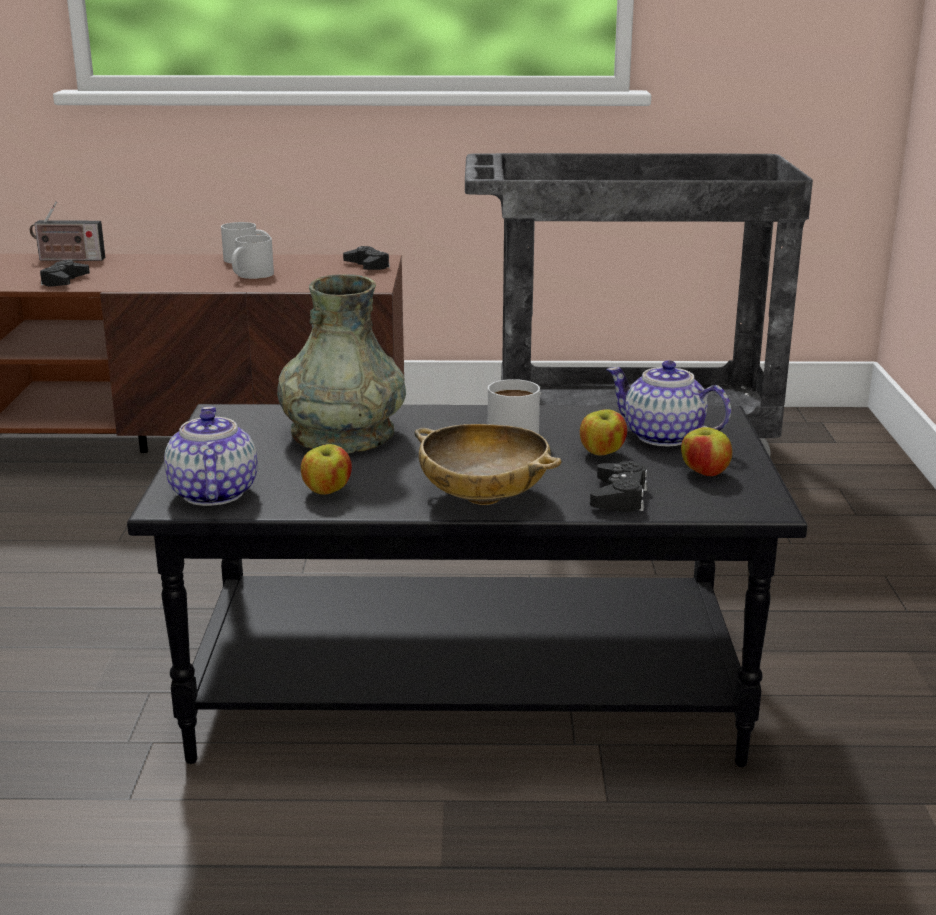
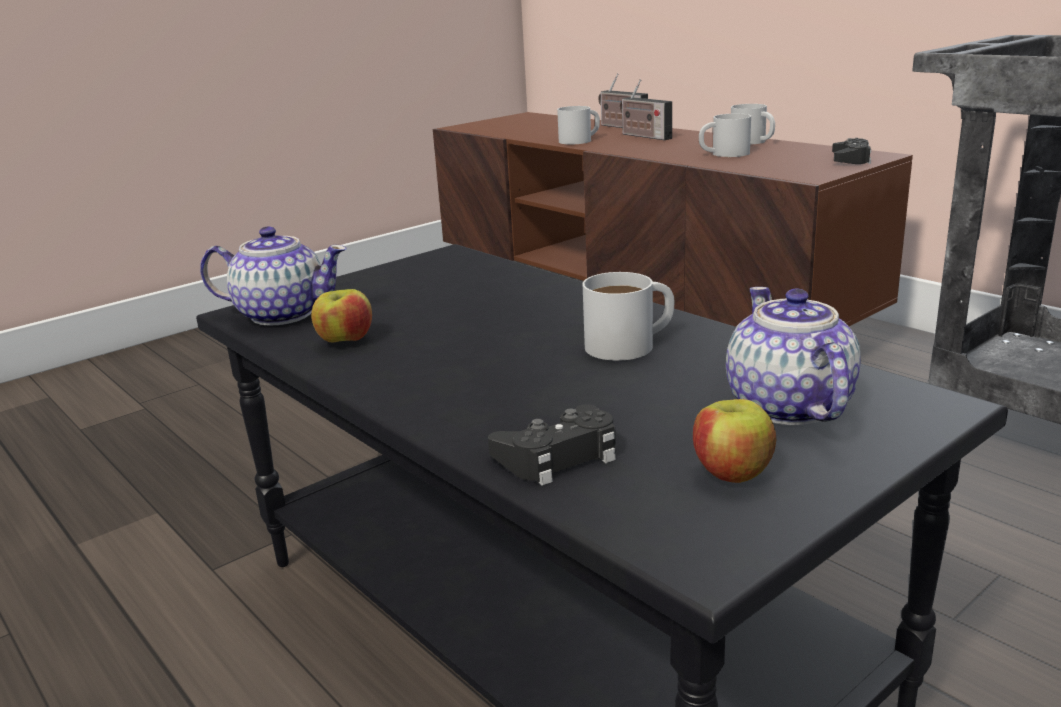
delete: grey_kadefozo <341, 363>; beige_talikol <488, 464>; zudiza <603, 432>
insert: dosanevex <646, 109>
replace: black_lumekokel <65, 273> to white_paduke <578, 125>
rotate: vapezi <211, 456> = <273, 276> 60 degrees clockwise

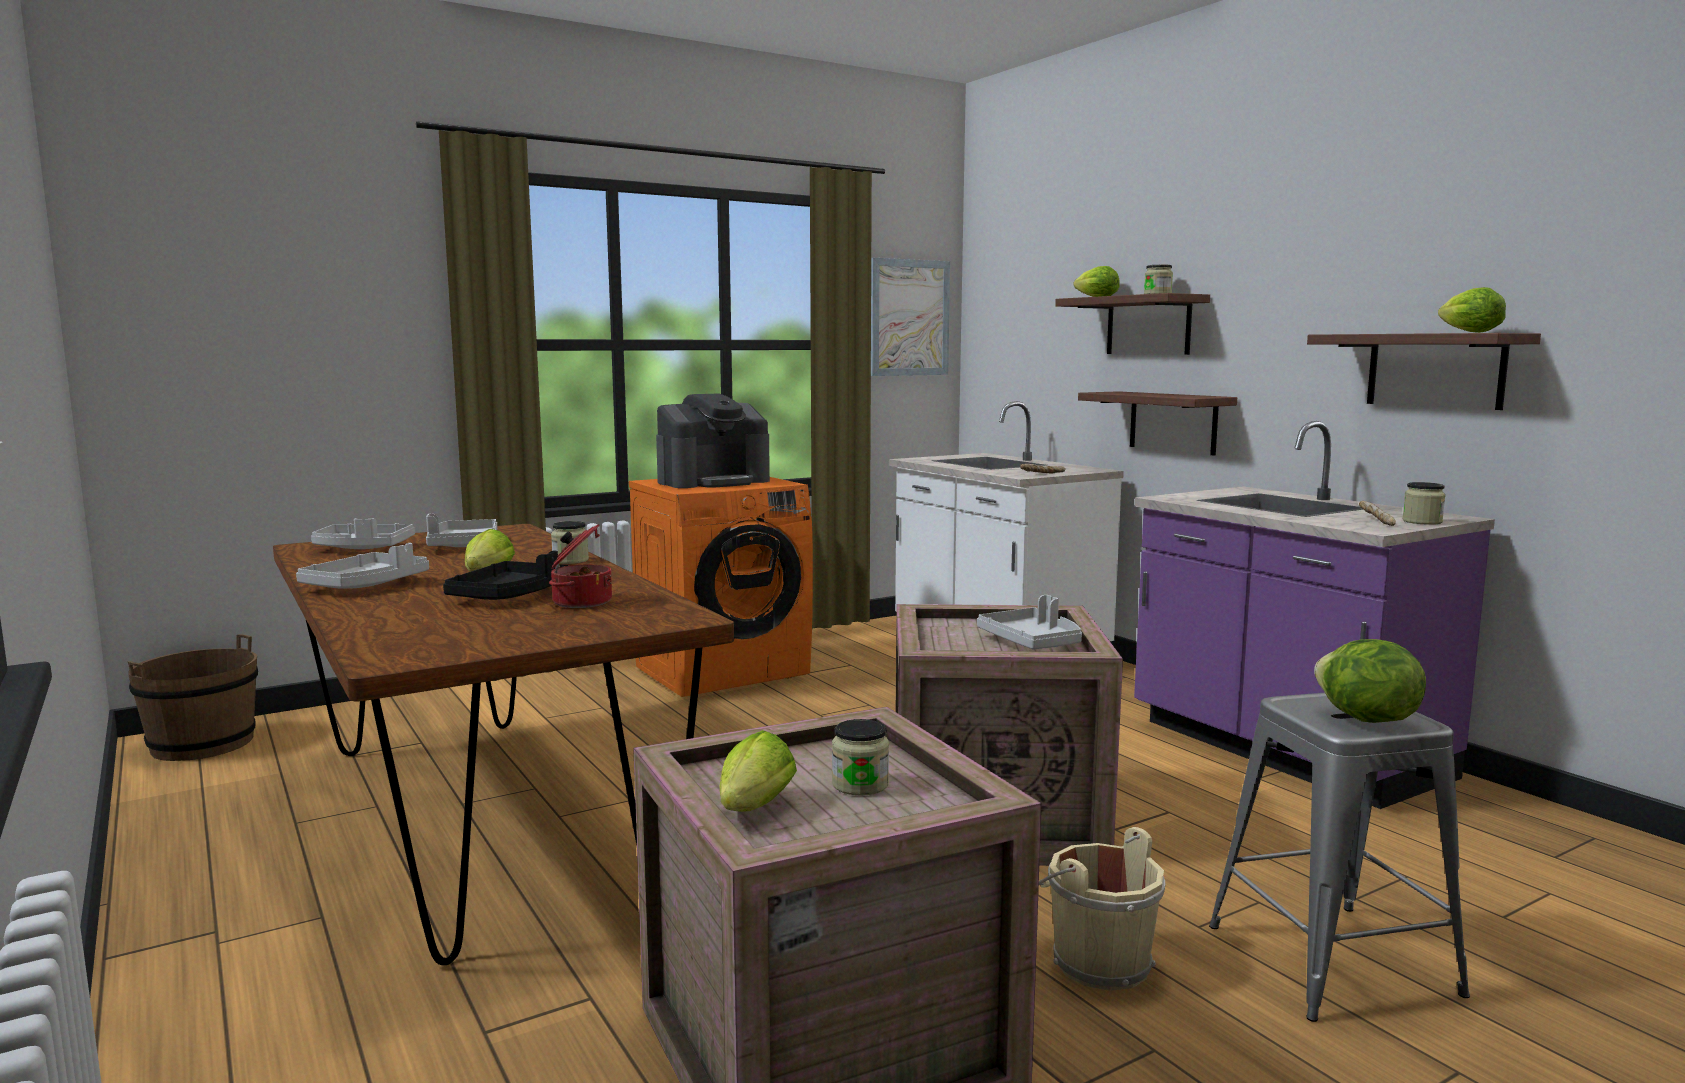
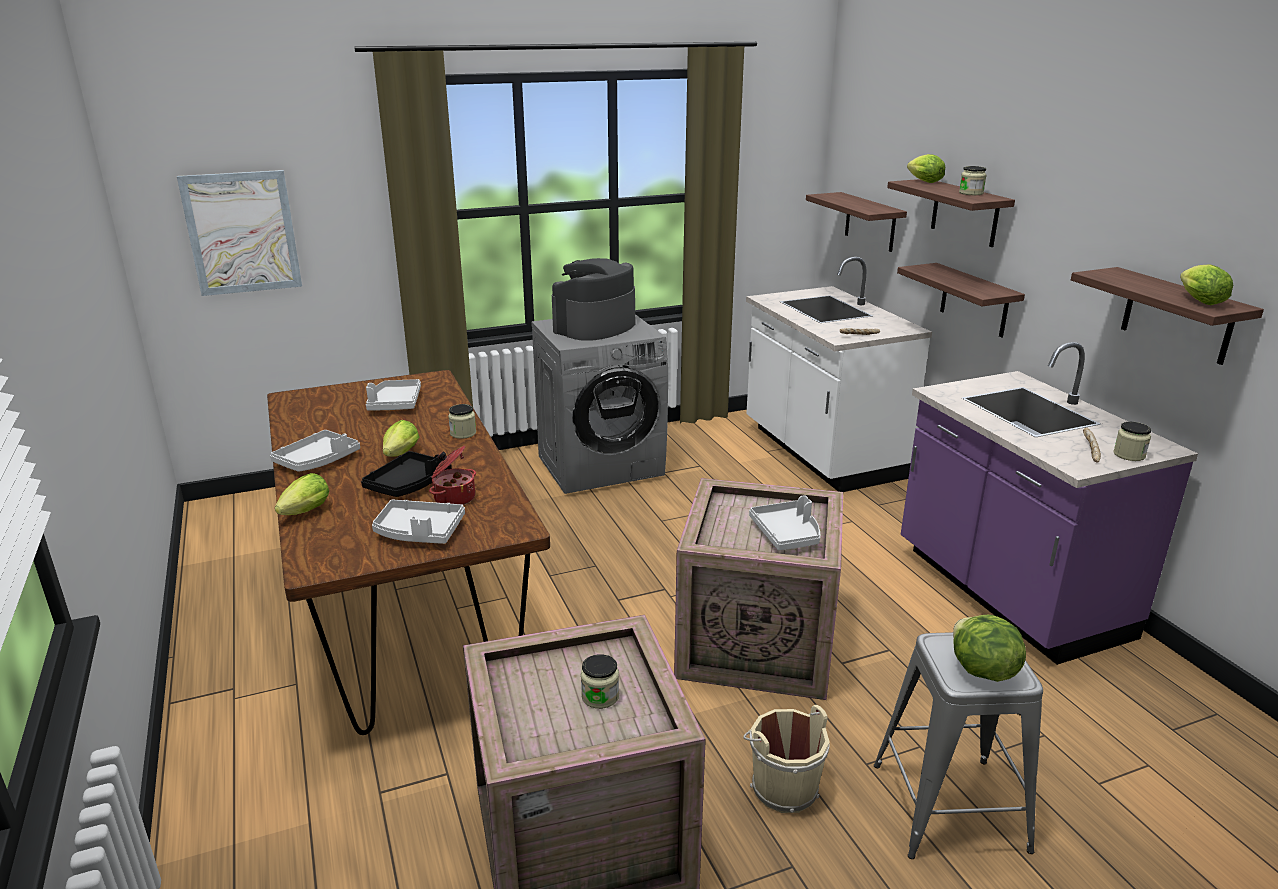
delete: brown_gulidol <193, 697>
insert: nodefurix <856, 222>
move: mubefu <910, 317> to <239, 233>; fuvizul <758, 771> to <302, 494>; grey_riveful <363, 533> to <418, 521>
recolor: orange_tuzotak <721, 587> to grey_tuzotak <599, 404>
rotate: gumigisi <713, 440> = <593, 299> 150 degrees clockwise

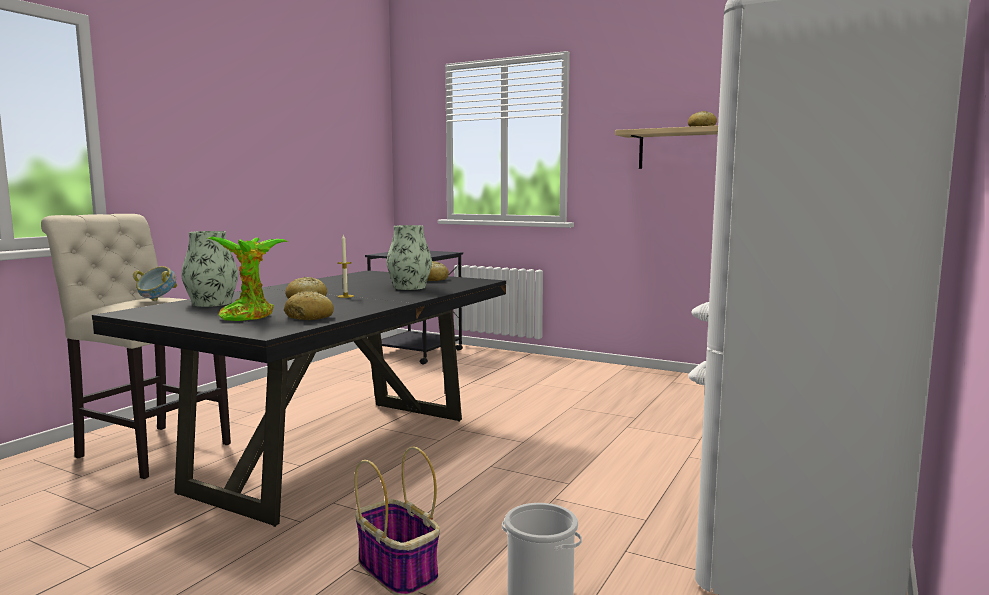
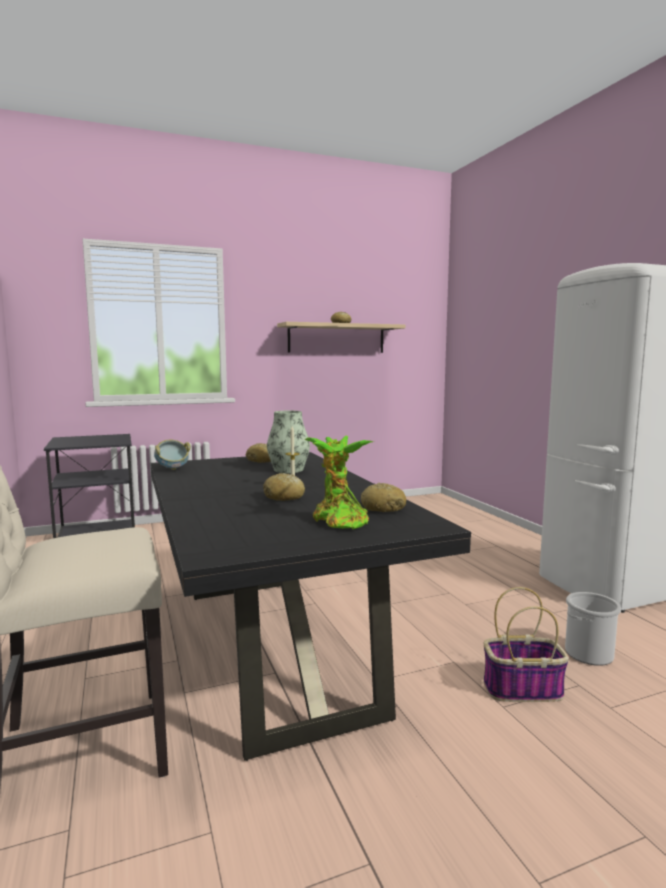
delete: kadefozo <209, 269>
move: talikol <155, 283> to <172, 454>

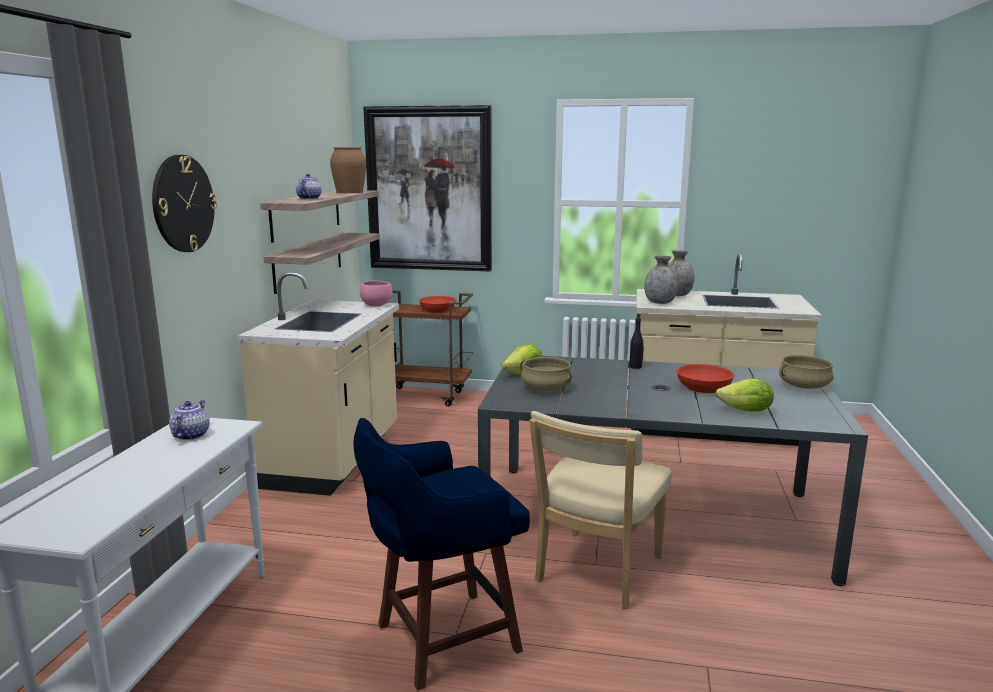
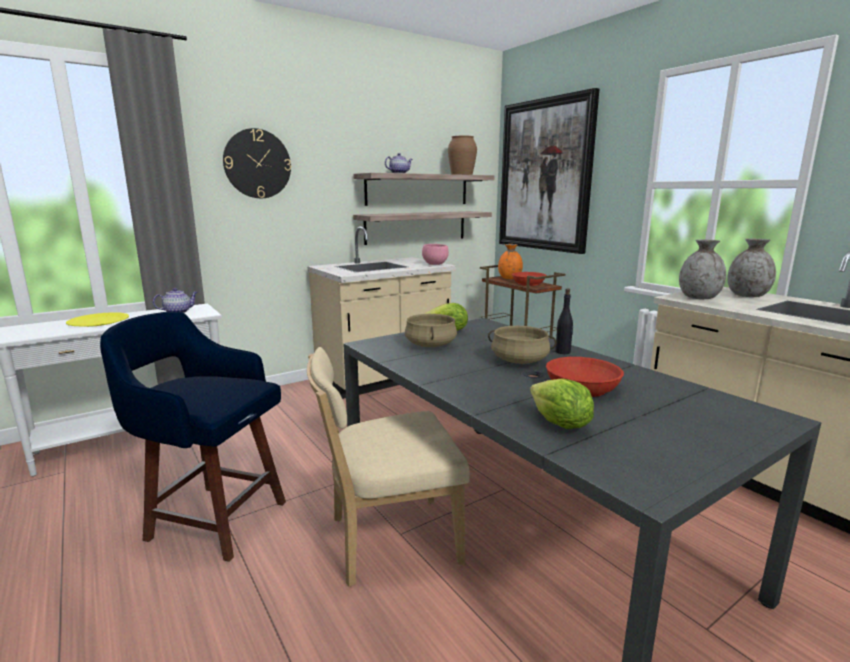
insert: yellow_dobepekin <97, 319>; orange_kadefozo <510, 261>
move: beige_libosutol <806, 372> to <522, 345>

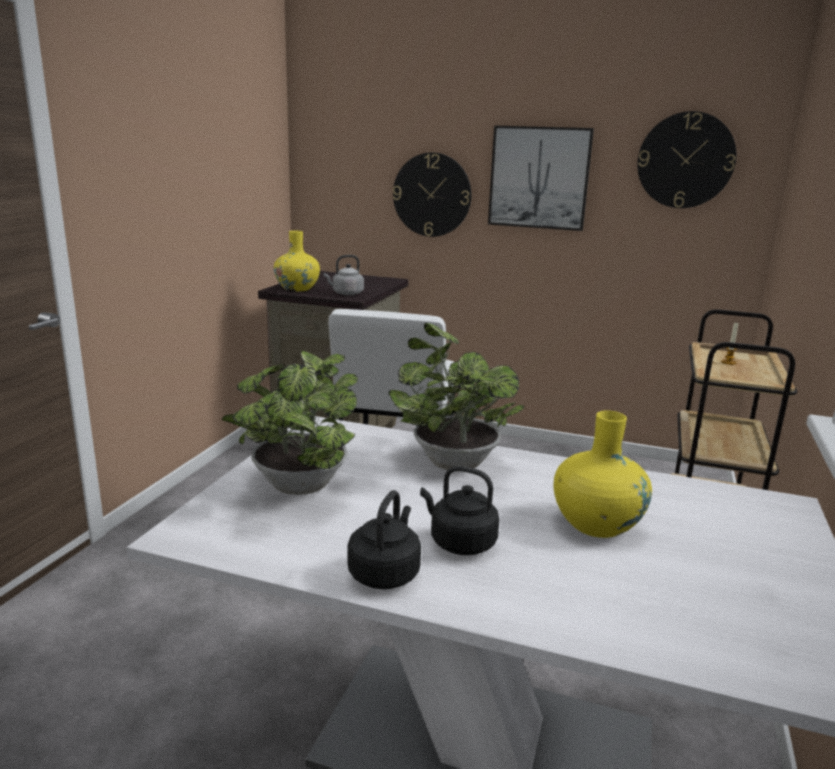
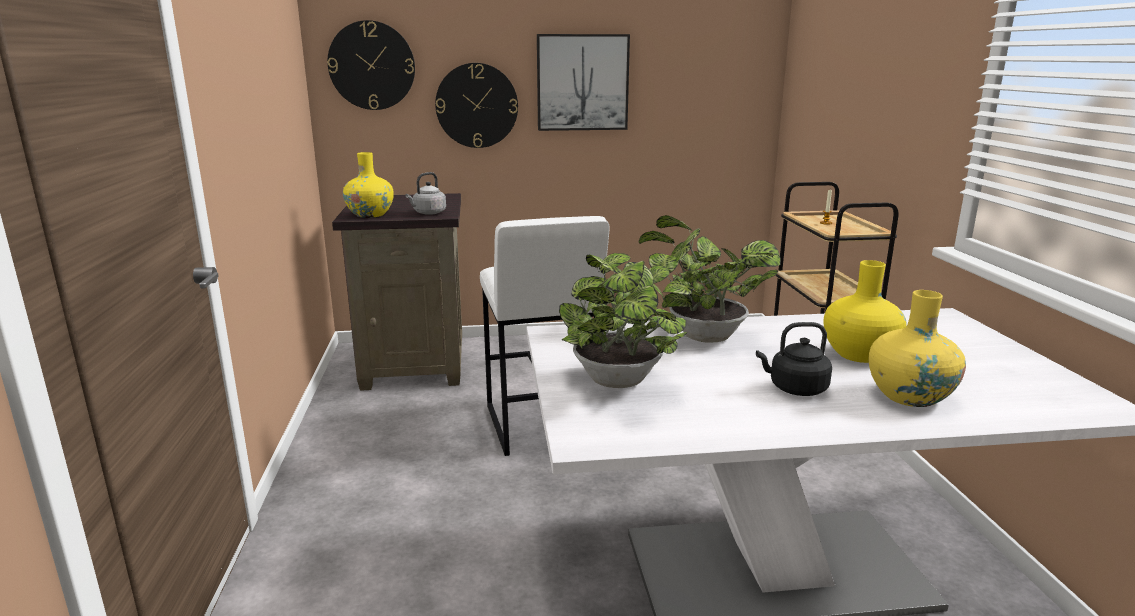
delete: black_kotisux <384, 539>
insert: yellow_kadefozo <917, 348>
move: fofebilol <686, 159> to <371, 65>

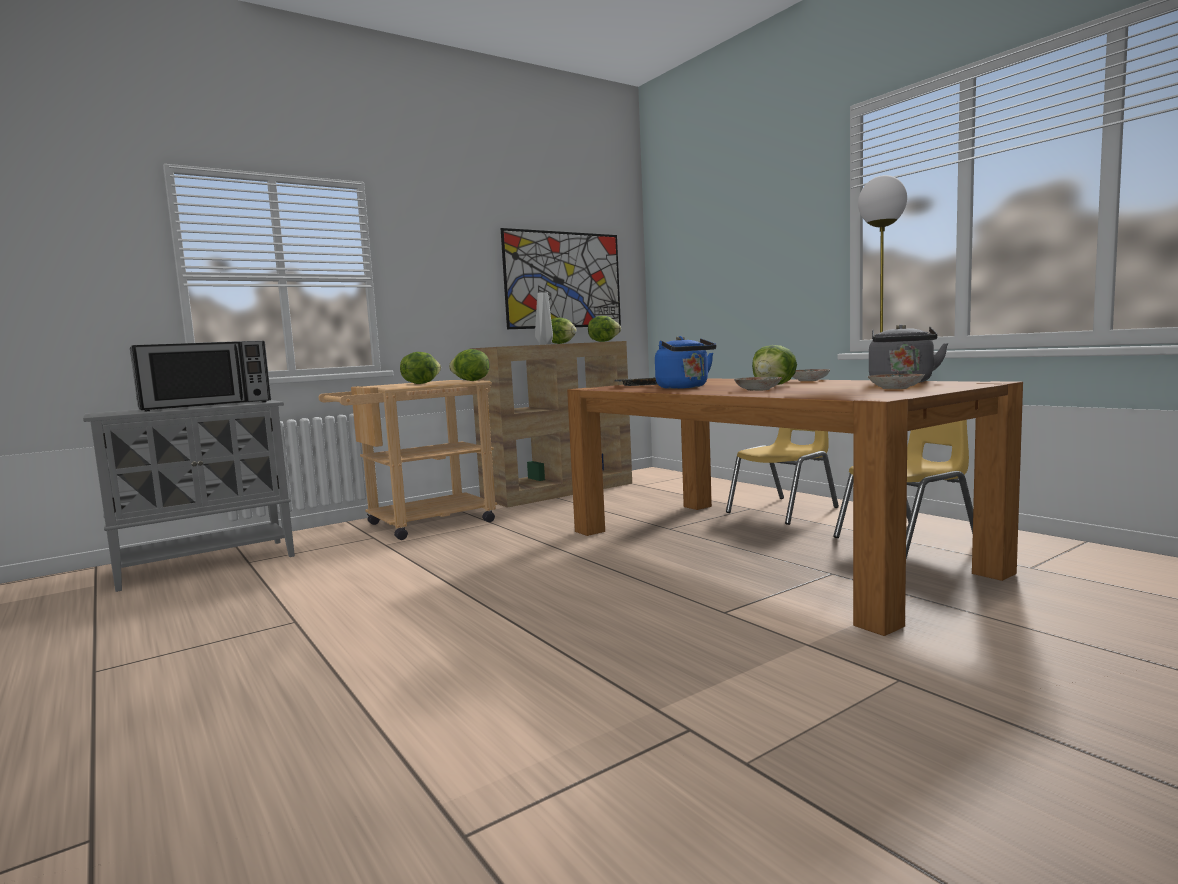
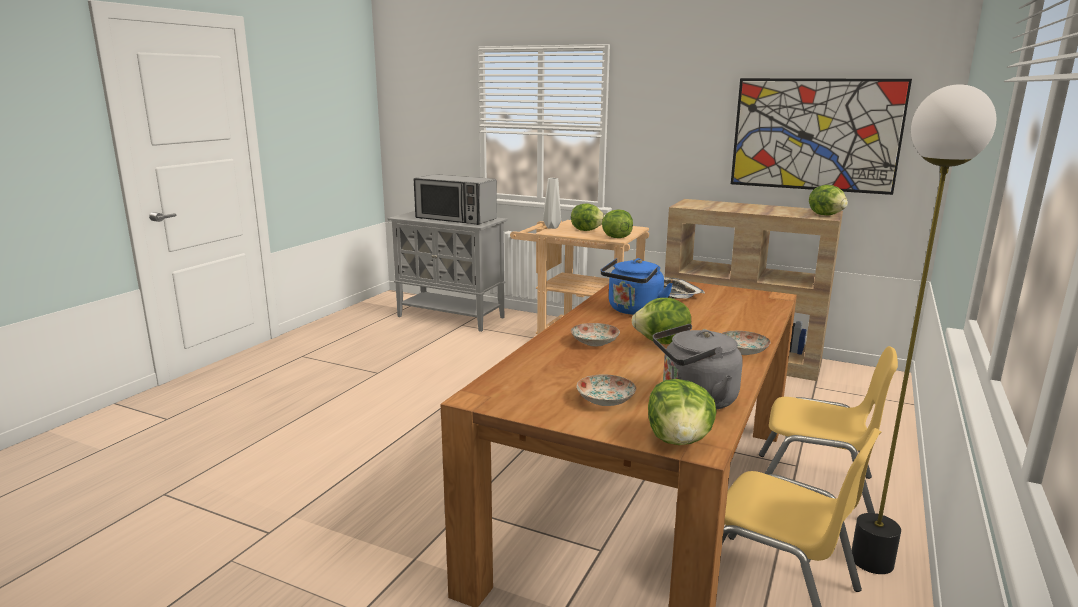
move: grey_kadefozo <544, 318> to <552, 203>; fuvizul <564, 330> to <682, 412>

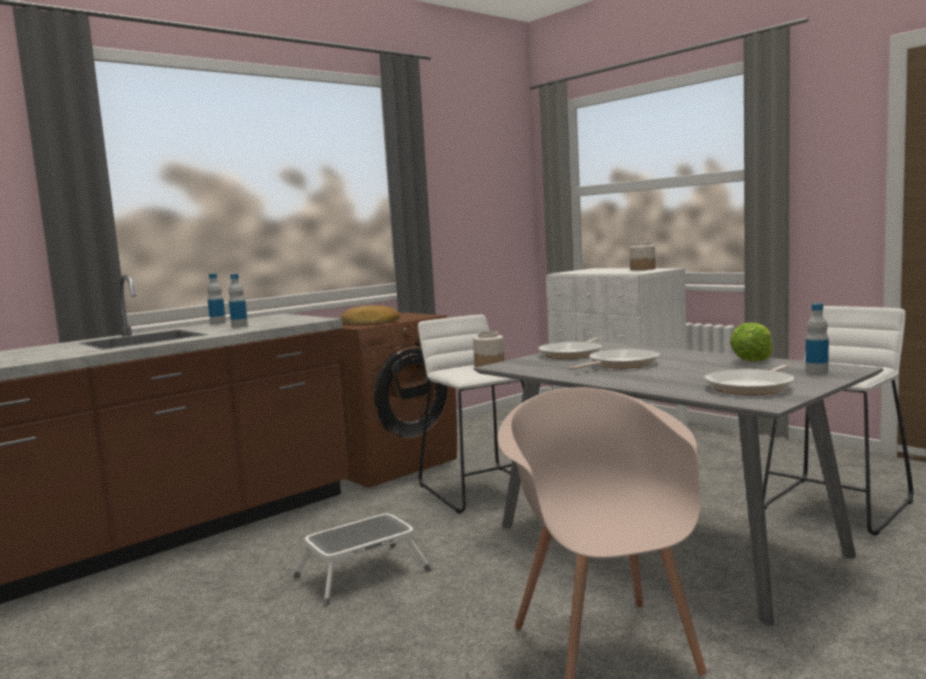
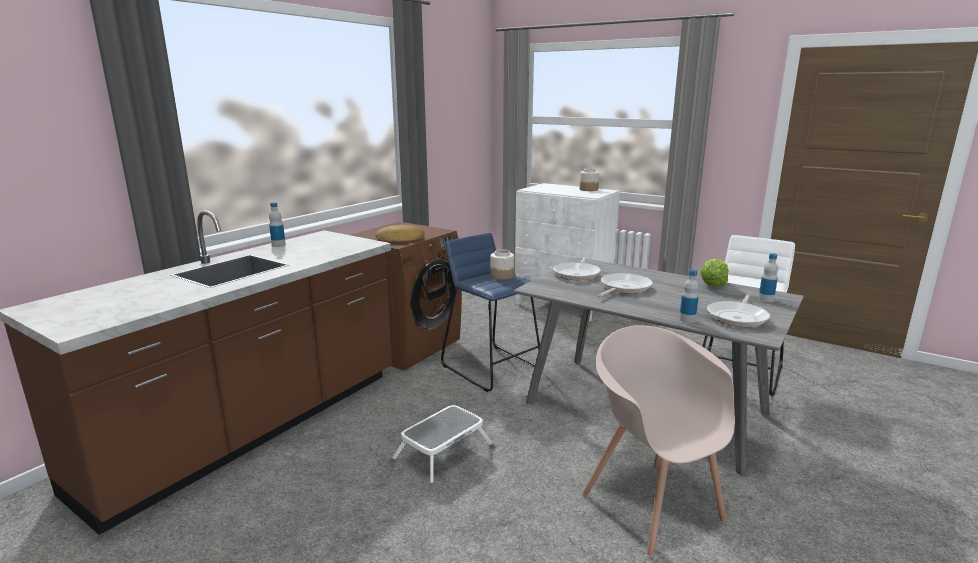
move: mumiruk <238, 301> to <689, 296>
recolor: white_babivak <471, 414> to blue_babivak <490, 312>

